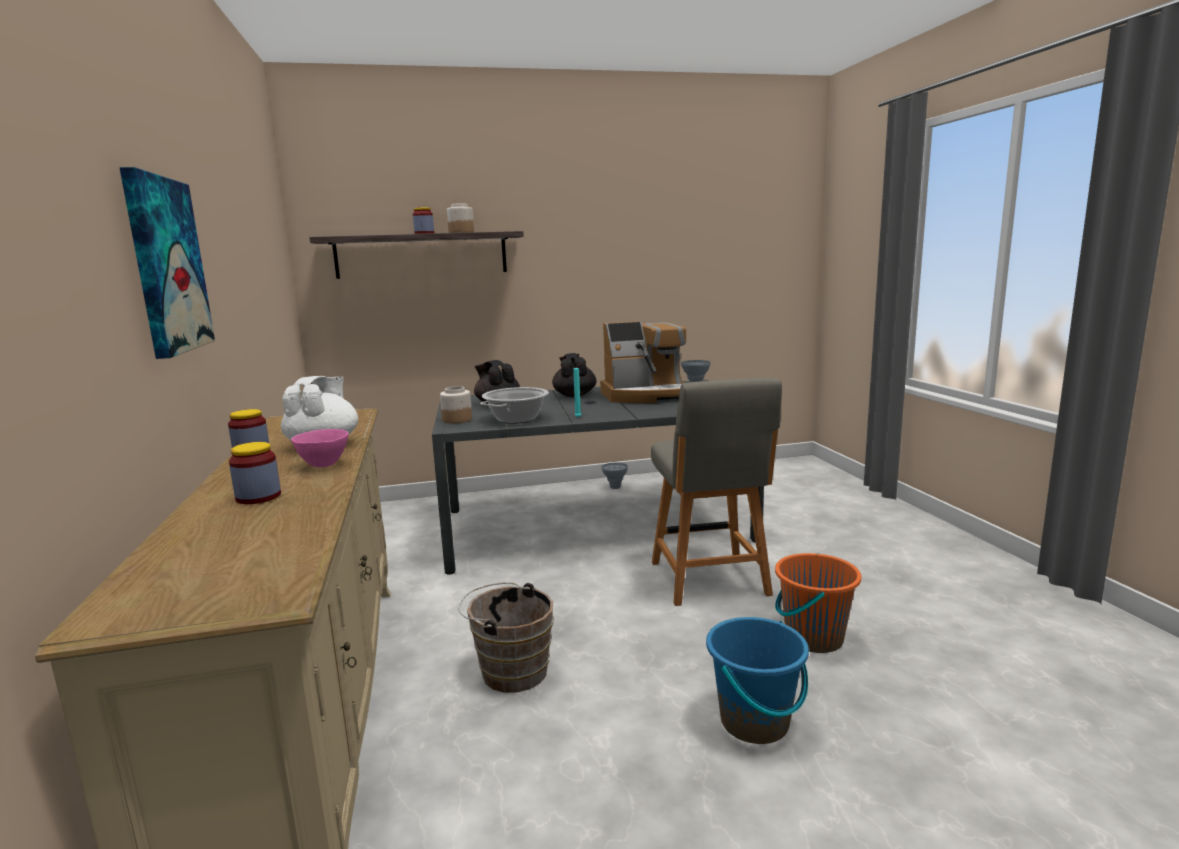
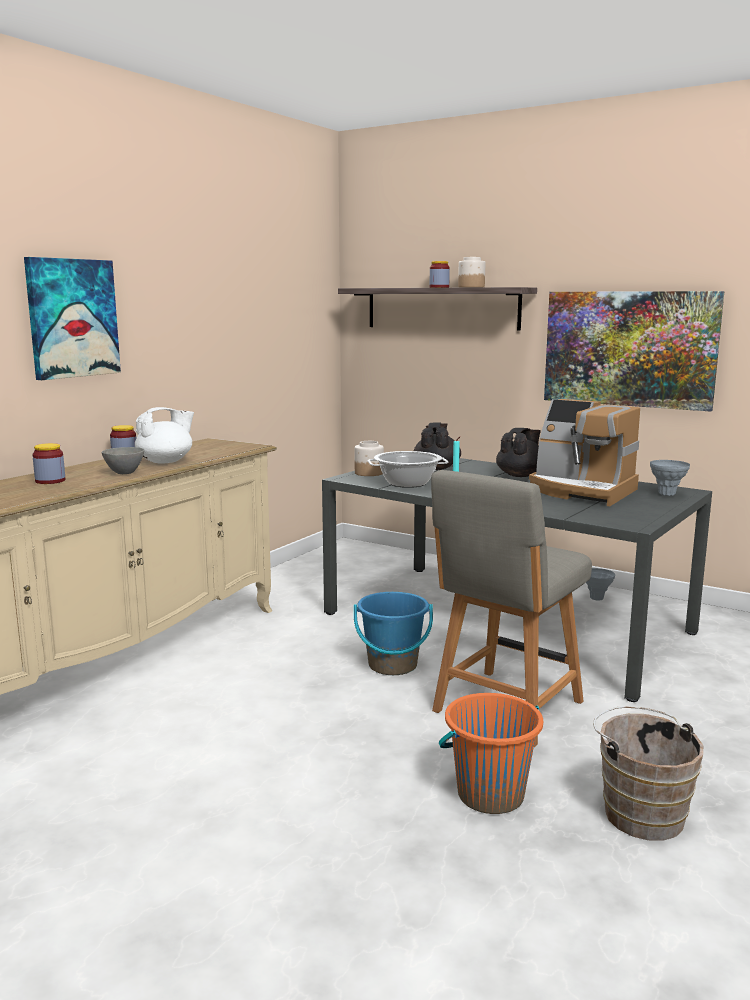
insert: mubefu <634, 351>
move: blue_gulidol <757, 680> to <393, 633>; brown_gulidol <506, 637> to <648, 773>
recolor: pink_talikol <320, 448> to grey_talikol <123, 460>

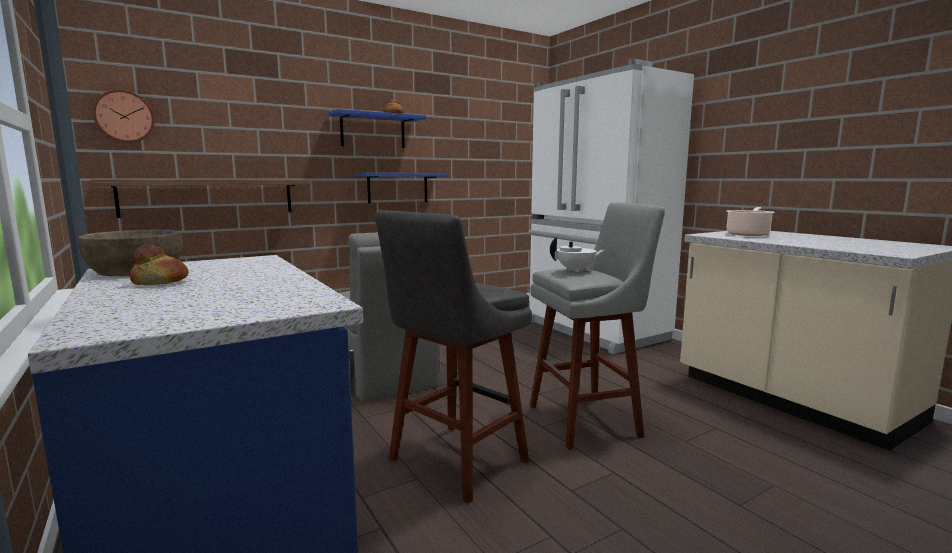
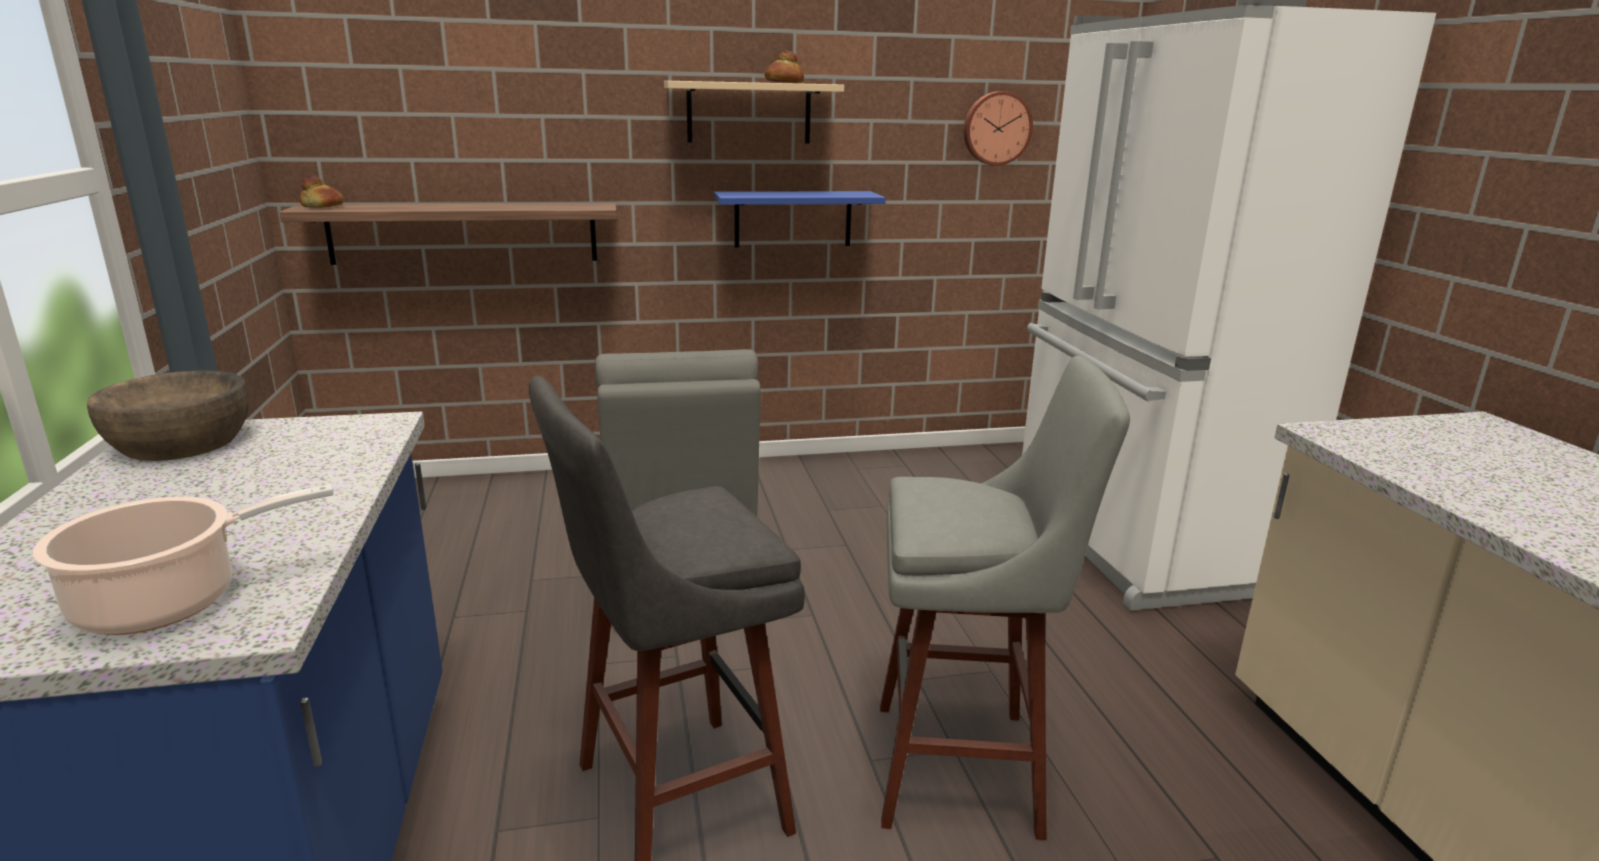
delete: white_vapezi <577, 255>
move: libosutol <750, 221> to <183, 559>; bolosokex <159, 264> to <322, 191>; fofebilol <124, 116> to <998, 128>
recolor: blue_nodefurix <377, 128> to beige_nodefurix <754, 112>

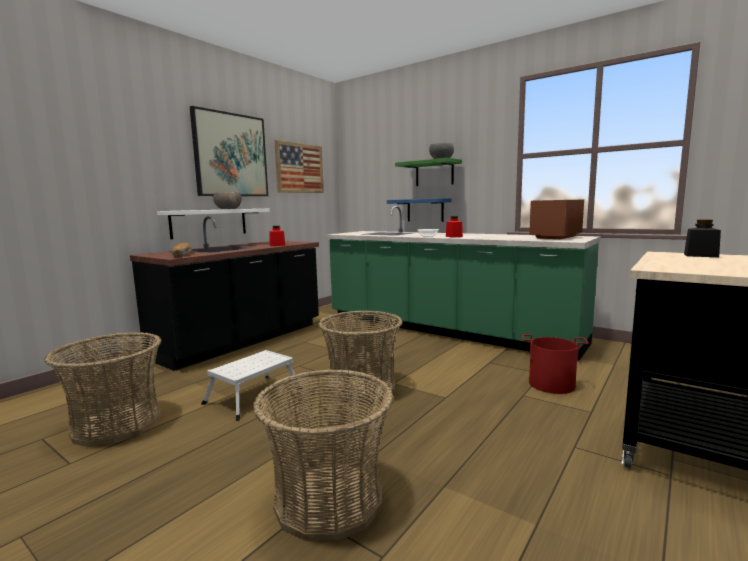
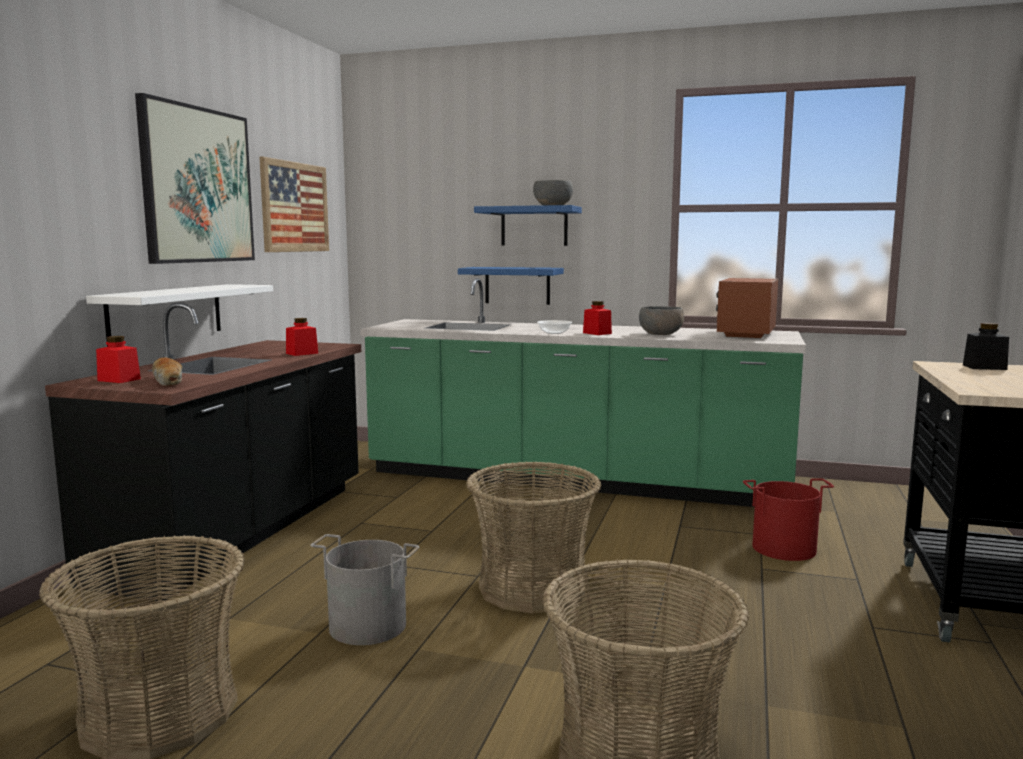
insert: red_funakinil <118, 359>
move: grey_talikol <227, 200> to <661, 320>
replace: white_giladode <252, 385> to grey_gulidol <364, 589>
recolor: green_nodefurix <428, 172> to blue_nodefurix <528, 225>

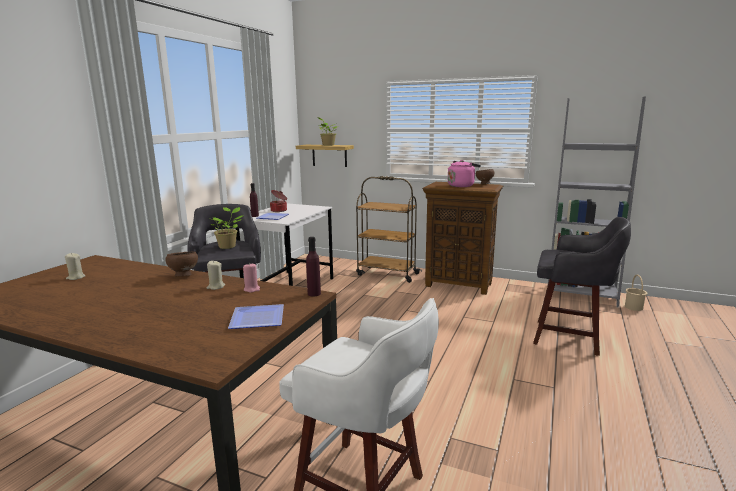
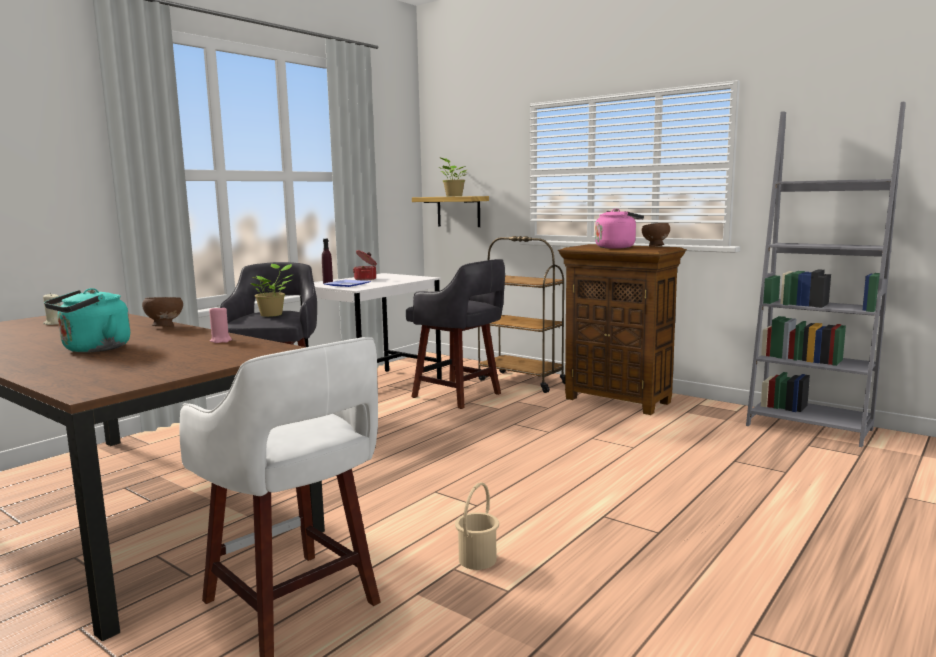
delete: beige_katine <216, 275>; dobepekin <256, 316>; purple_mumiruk <313, 267>
insert: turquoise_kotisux <87, 320>
move: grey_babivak <582, 286> to <455, 334>; beige_gulidol <636, 293> to <477, 526>

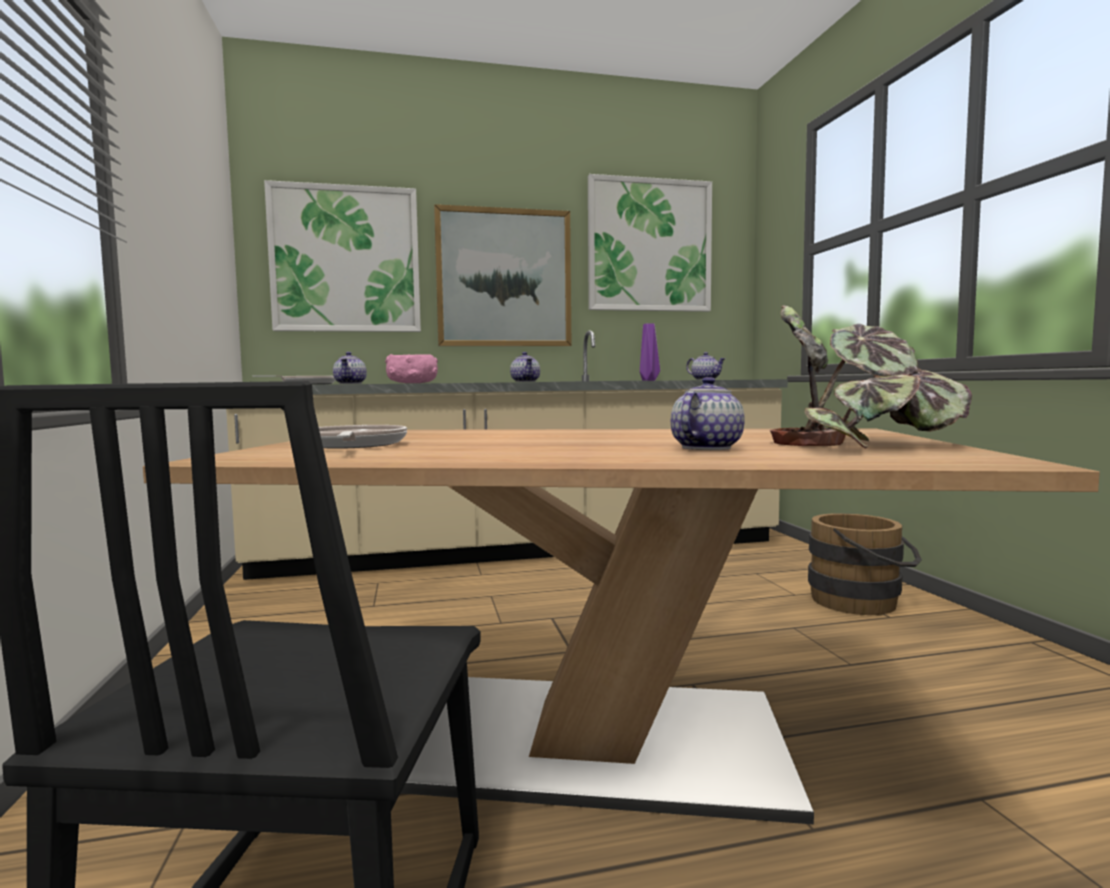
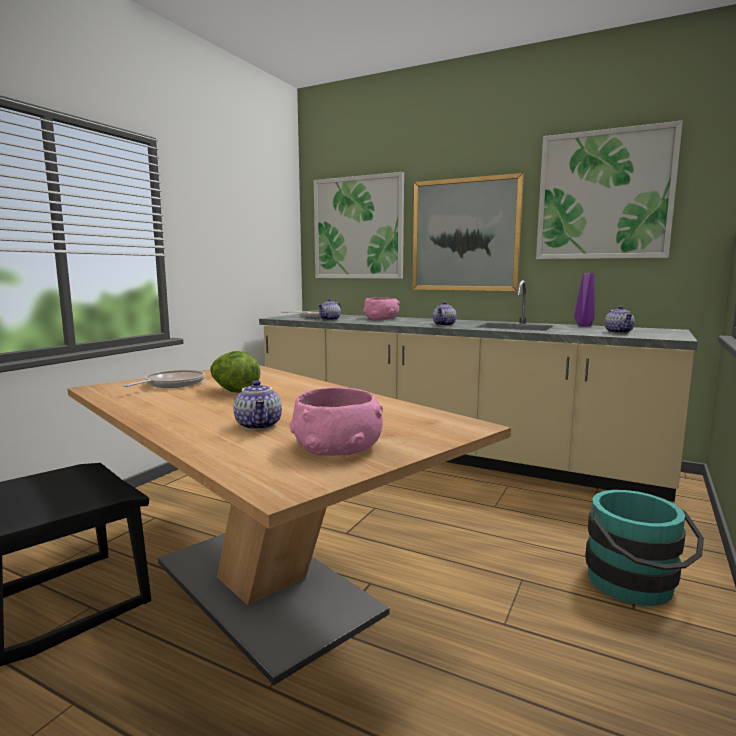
insert: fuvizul <235, 372>
replace: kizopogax <871, 377> to pink_talikol <336, 421>
recolor: brown_gulidol <865, 564> to turquoise_gulidol <644, 548>
rotate: vapezi <708, 413> = <258, 405> 90 degrees clockwise

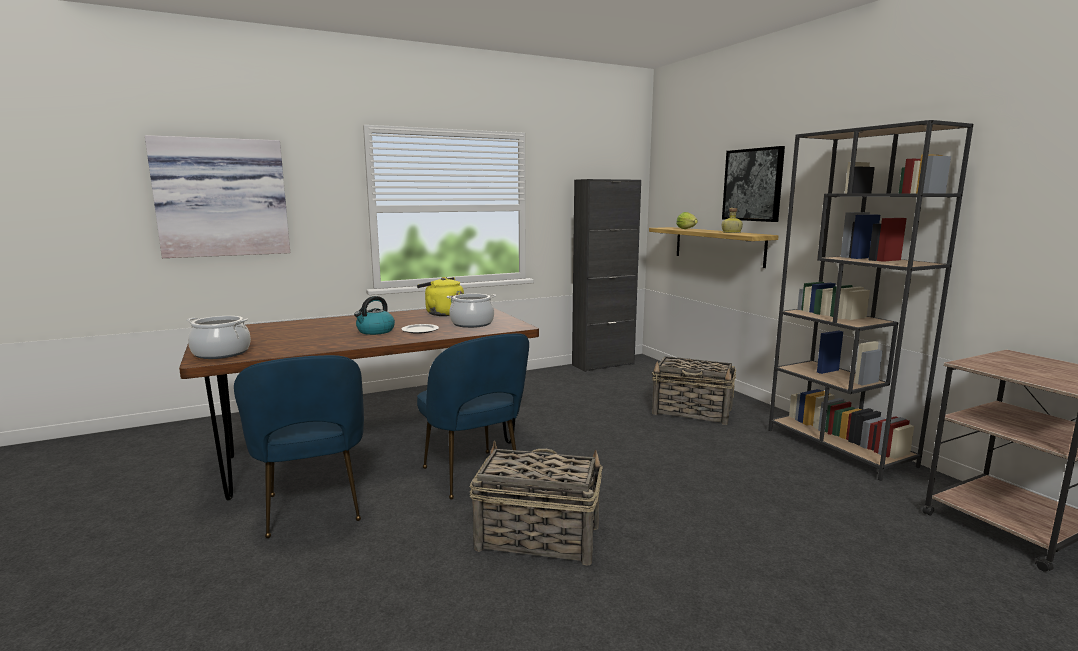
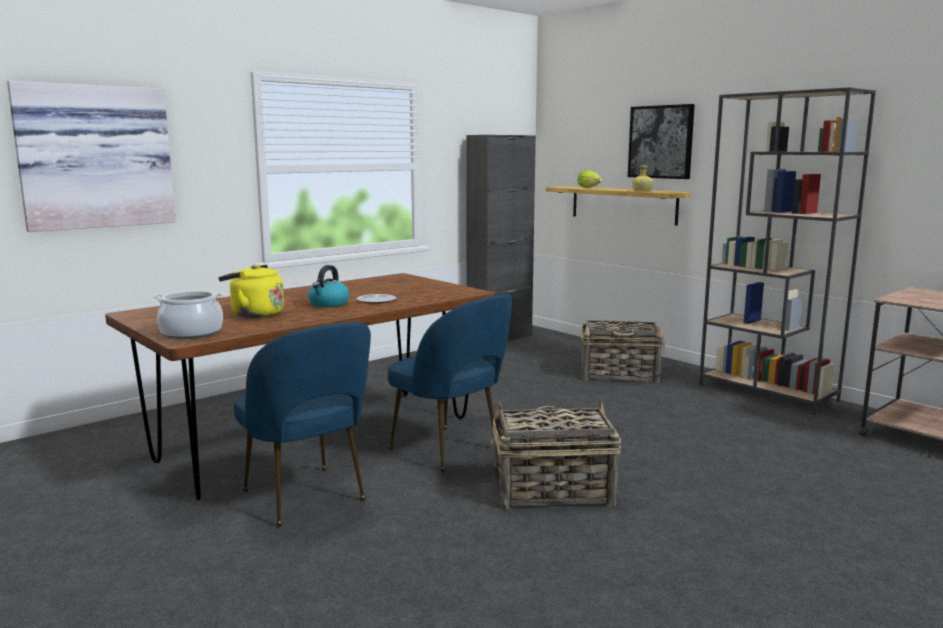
delete: libosutol <471, 311>
move: yellow_kotisux <440, 296> to <251, 291>

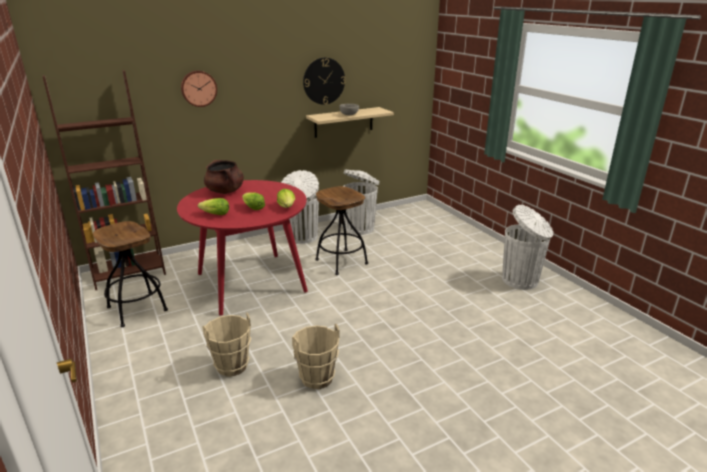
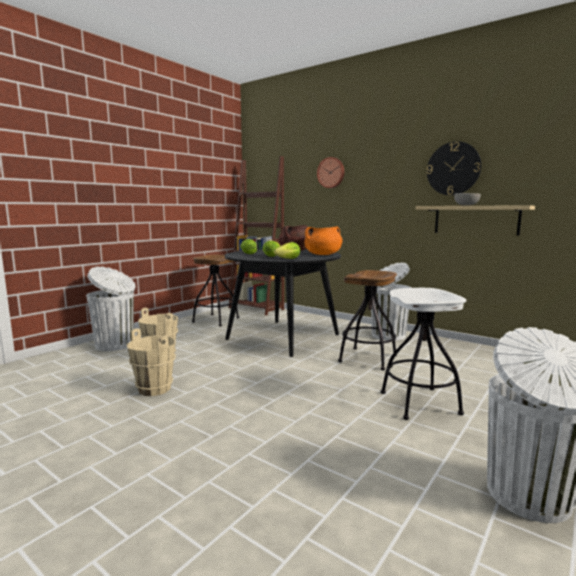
insert: orange_libosutol <323, 241>; white_babivak <423, 354>
move: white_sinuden <361, 202> to <111, 308>
recolor: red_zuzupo <242, 248> to black_zuzupo <282, 303>

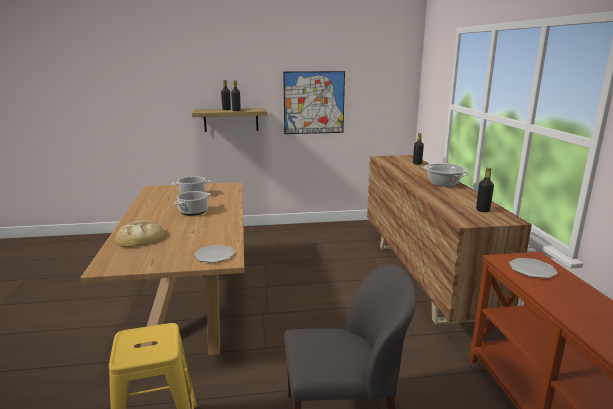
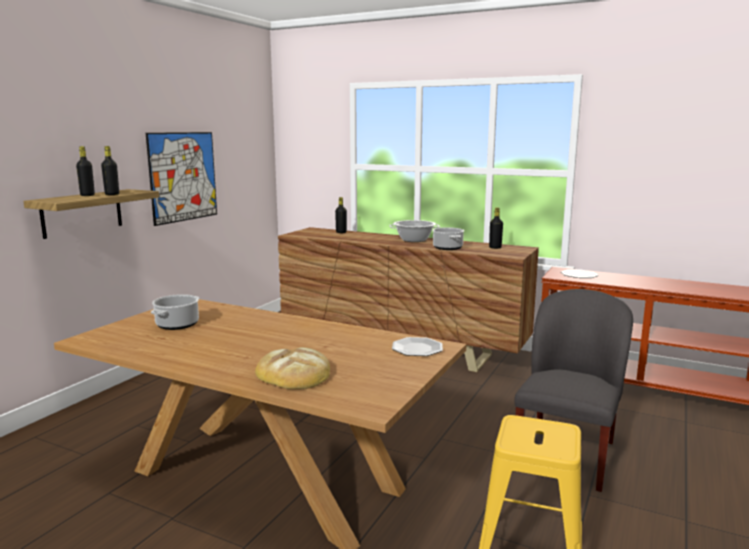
move: libosutol <192, 203> to <448, 238>

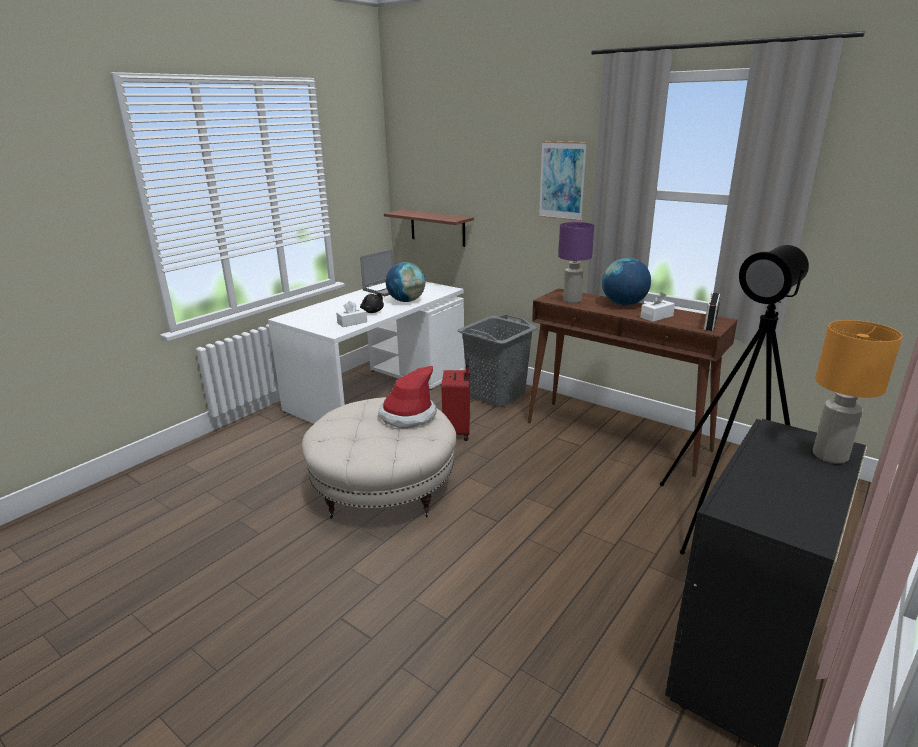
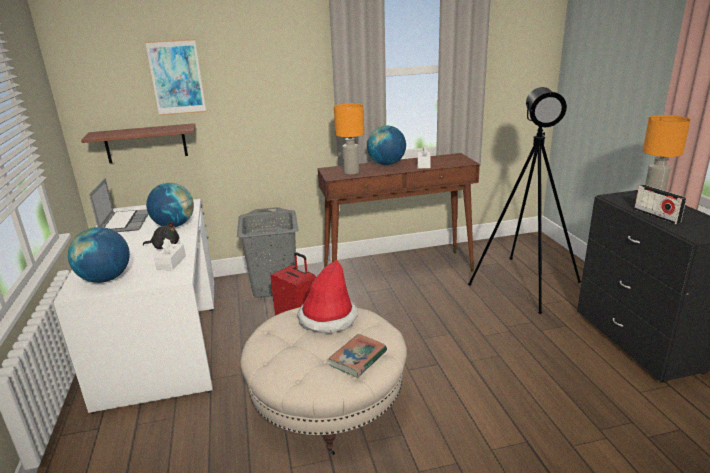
insert: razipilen <99, 255>; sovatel <358, 355>
move: mubefu <563, 181> to <175, 77>; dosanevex <712, 312> to <660, 204>
recolor: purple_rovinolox <576, 262> to orange_rovinolox <349, 139>

